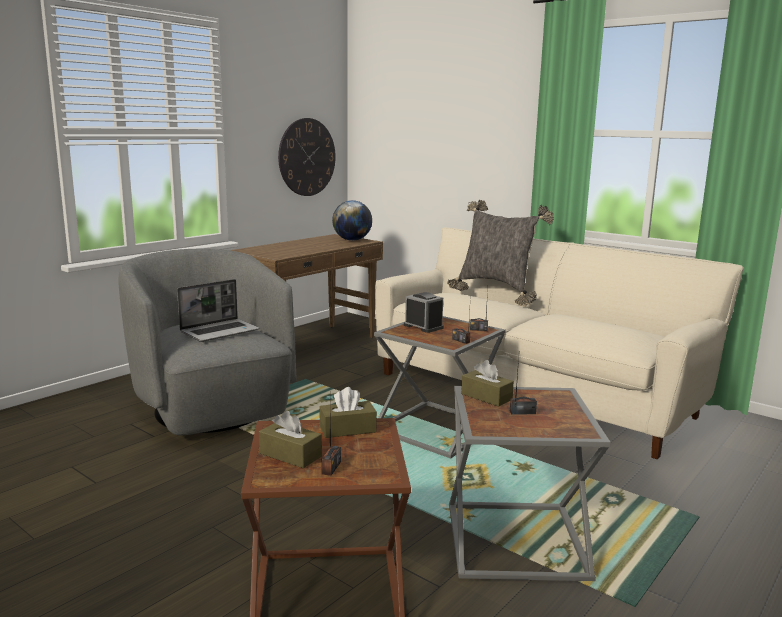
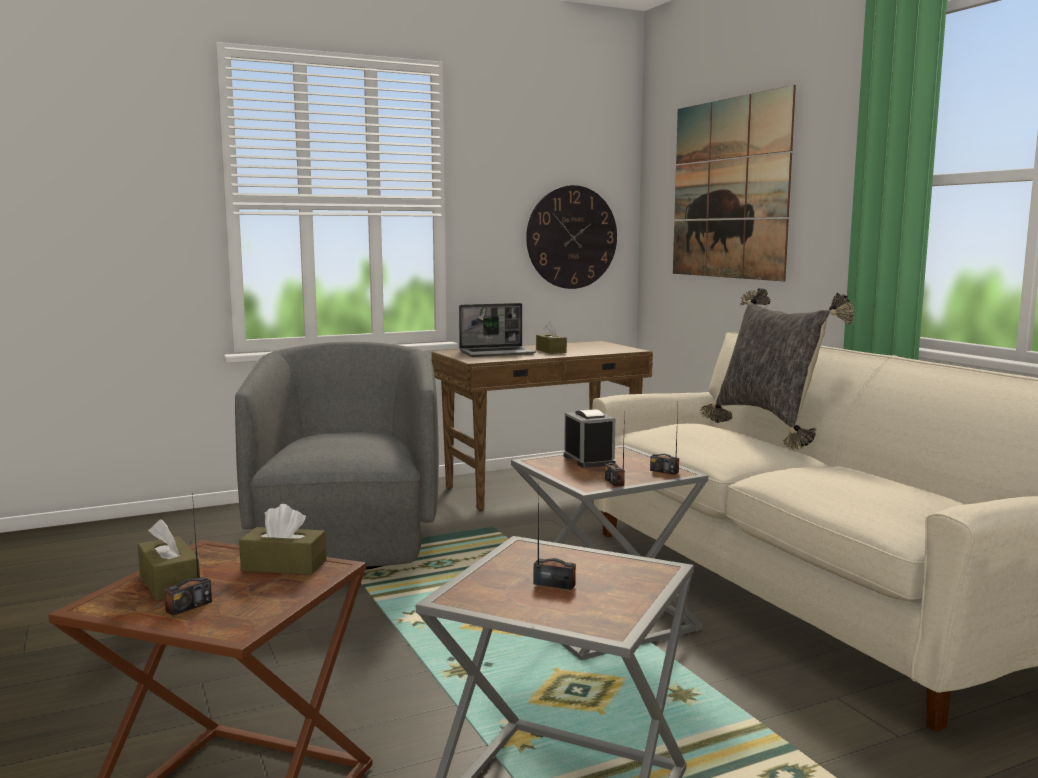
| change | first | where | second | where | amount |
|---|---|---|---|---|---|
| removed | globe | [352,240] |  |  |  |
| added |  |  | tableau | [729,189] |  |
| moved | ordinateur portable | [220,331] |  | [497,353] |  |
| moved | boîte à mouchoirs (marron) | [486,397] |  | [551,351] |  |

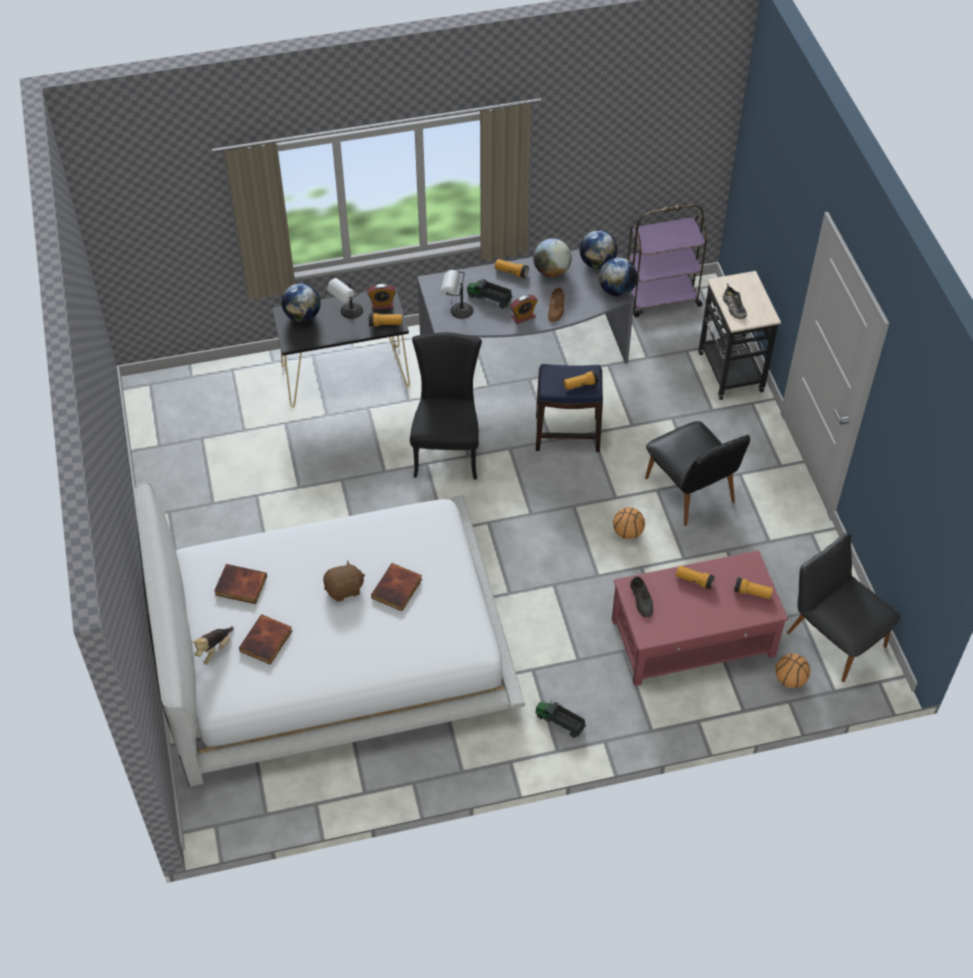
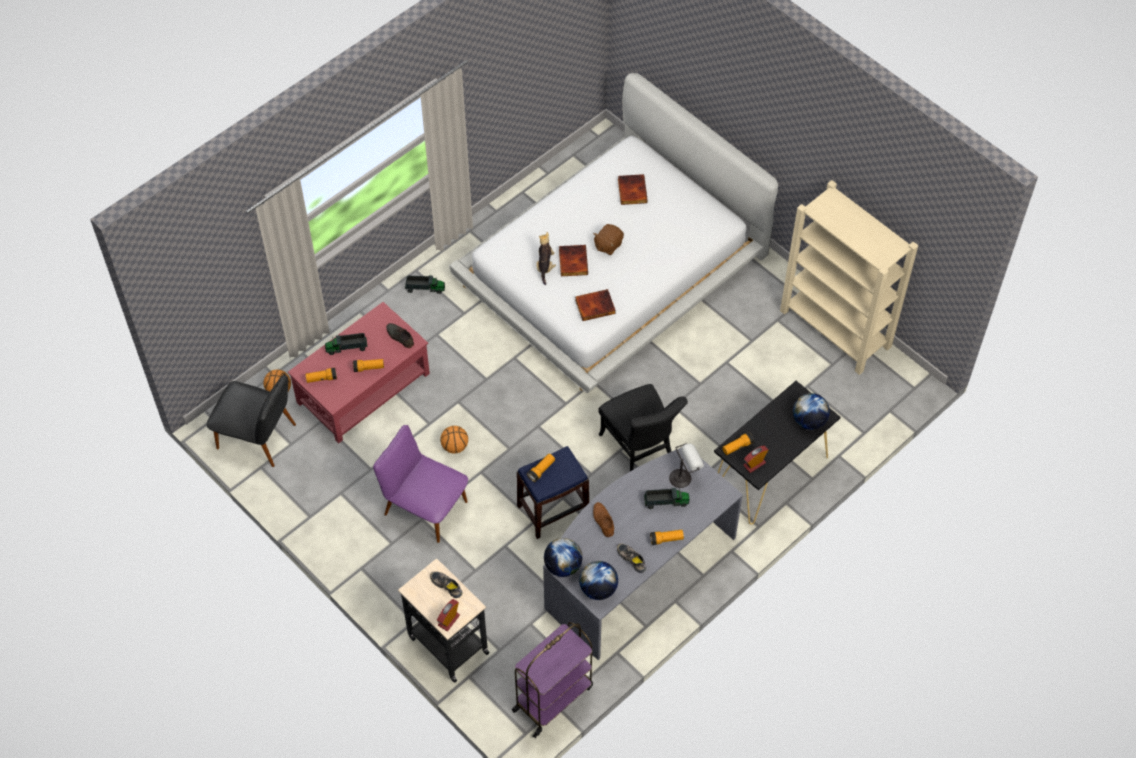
| change | first | where | second | where | amount |
|---|---|---|---|---|---|
| removed | lampe de table | [348,313] |  |  |  |
| added |  |  | camion jouet | [347,348] |  |
| added |  |  | bibliothèque (beige) | [835,328] |  |
| moved | peluche | [215,649] |  | [545,266] |  |
| moved | livre | [240,586] |  | [595,306] |  |
| moved | réveil | [523,317] |  | [449,620] |  |
| replaced | globe | [551,271] | chaussure | [632,558] |  |
| recoloured | chaise (noir) | [689,490] | chaise (violet) | [425,508] |  |

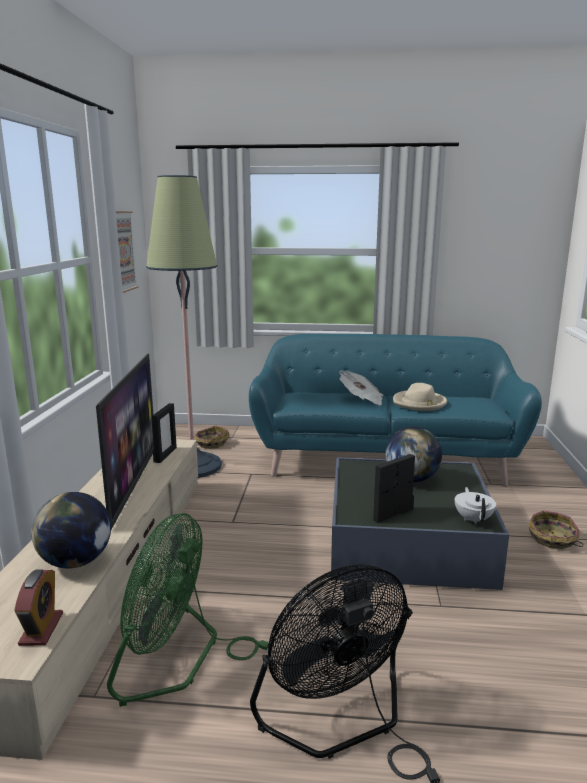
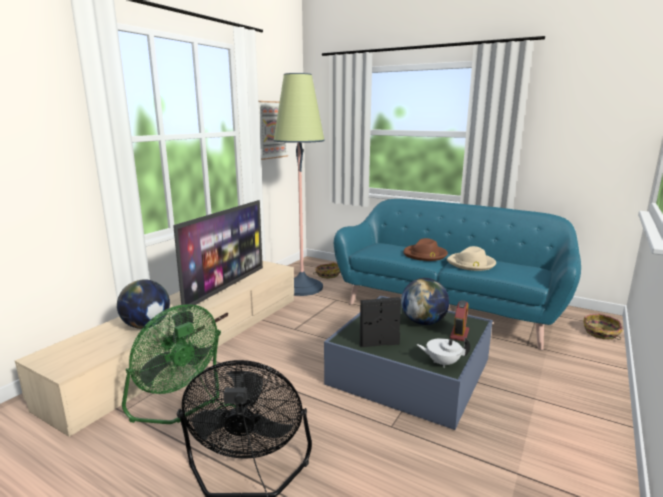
| change | first | where | second | where | amount |
|---|---|---|---|---|---|
| removed | cadre photo | [165,455] |  |  |  |
| moved | réveil | [41,629] |  | [459,334] |  |
| moved | panier | [552,539] |  | [601,333] |  |
| replaced | journal | [361,400] | chapeau (marron) | [425,255] |  |
| turned | théière (blanc) | [473,519] |  | [442,363] | 105 degrees counterclockwise |

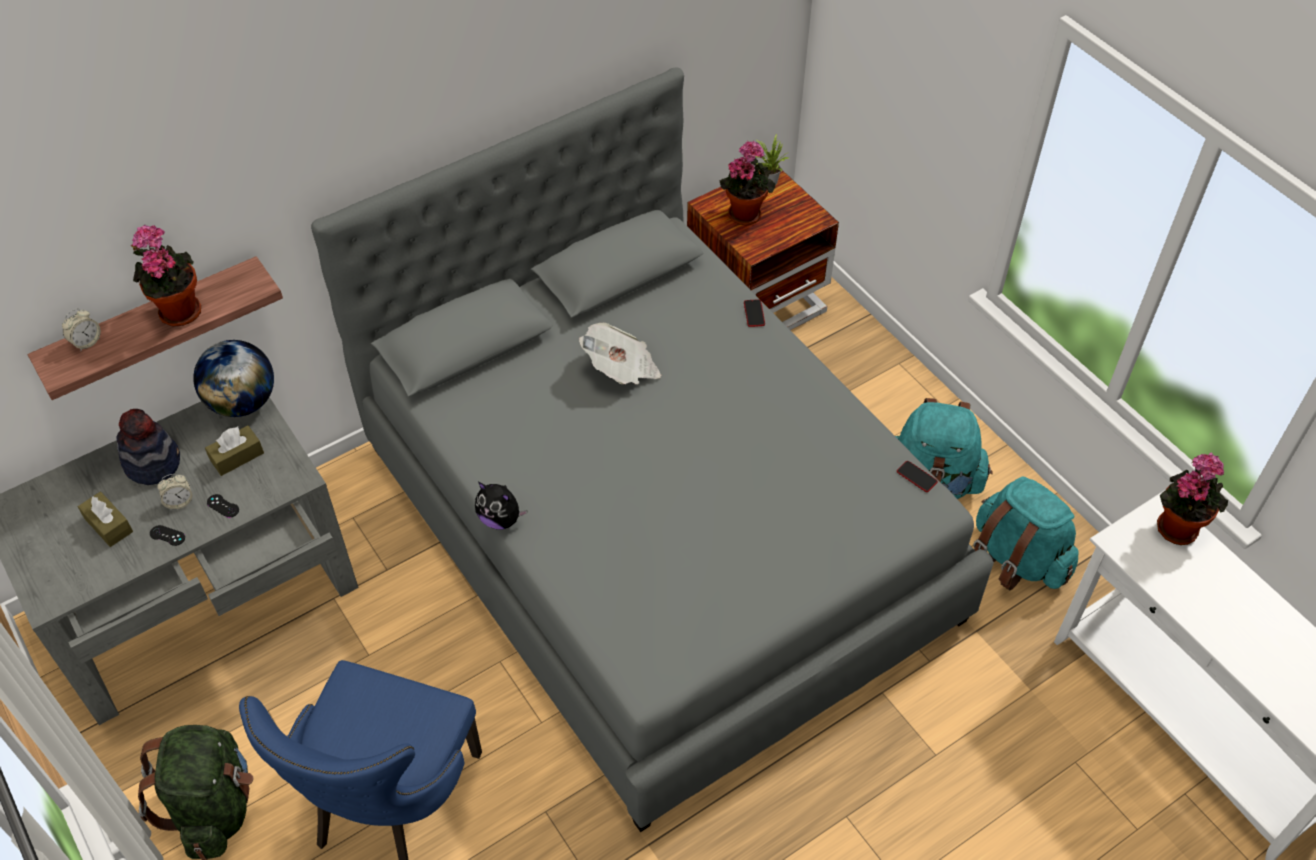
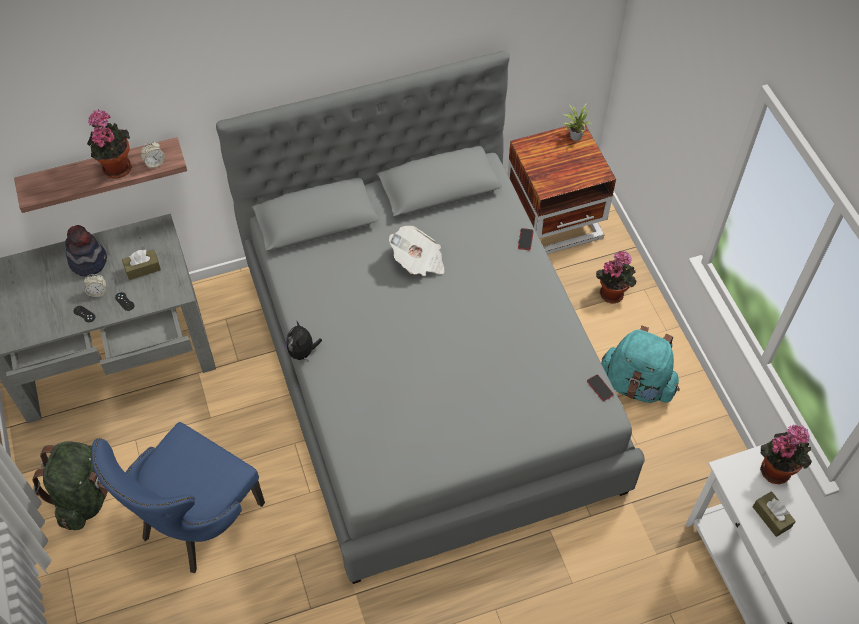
| change | first | where | second | where | amount |
|---|---|---|---|---|---|
| removed | globe | [243,402] |  |  |  |
| removed | sac à dos (turquoise) | [1016,558] |  |  |  |
| moved | réveil | [86,342] |  | [154,163] |  |
| moved | boîte à mouchoirs (marron) | [108,525] |  | [771,517] |  |
| moved | plante en pot | [745,212] |  | [612,292] |  |
| turned | peluche | [500,519] |  | [303,352] | 45 degrees clockwise |

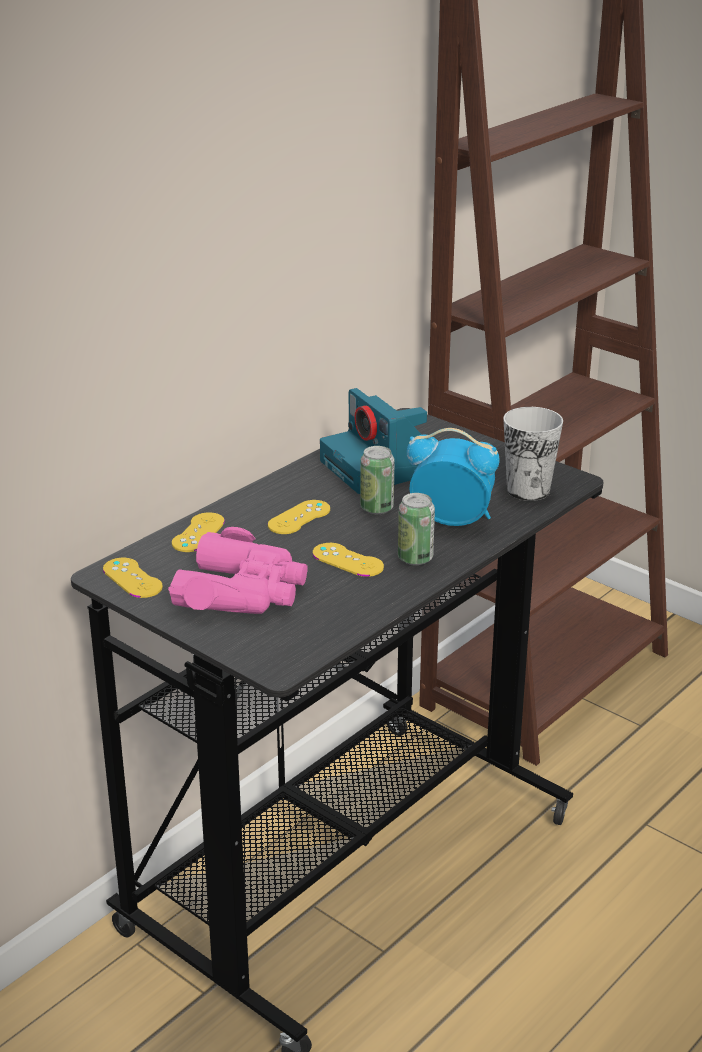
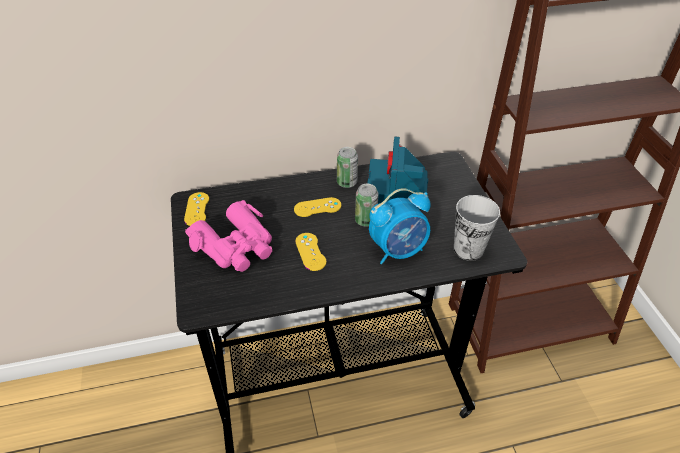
| change | first | where | second | where | amount |
|---|---|---|---|---|---|
| removed | manette (jaune) | [198,533] |  |  |  |
| moved | boîte métallique | [415,558] |  | [346,182] |  |
| turned | réveil | [451,520] |  | [398,250] | 105 degrees clockwise |

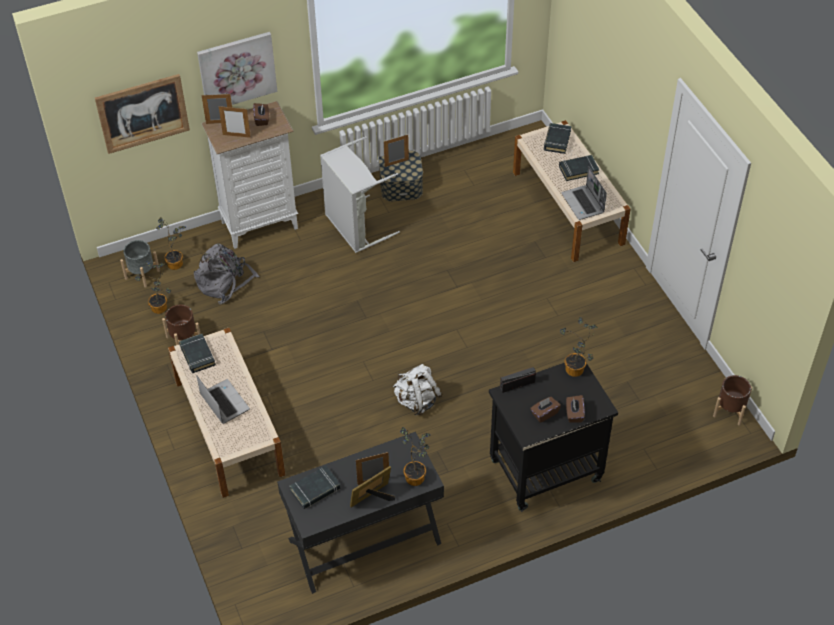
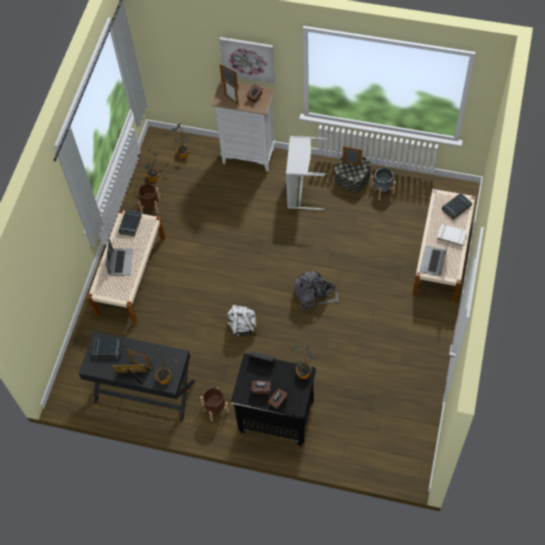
| change | first | where | second | where | amount |
|---|---|---|---|---|---|
| removed | tableau | [142,113] |  |  |  |
| moved | cache-pot (gris) | [142,274] |  | [382,190] |  |
| moved | sac à dos (gris) | [225,282] |  | [314,293] |  |
| moved | cache-pot (marron) | [730,410] |  | [215,408] |  |
| recoloured | livre (noir) | [578,170] | livre (blanc) | [451,236] |  |

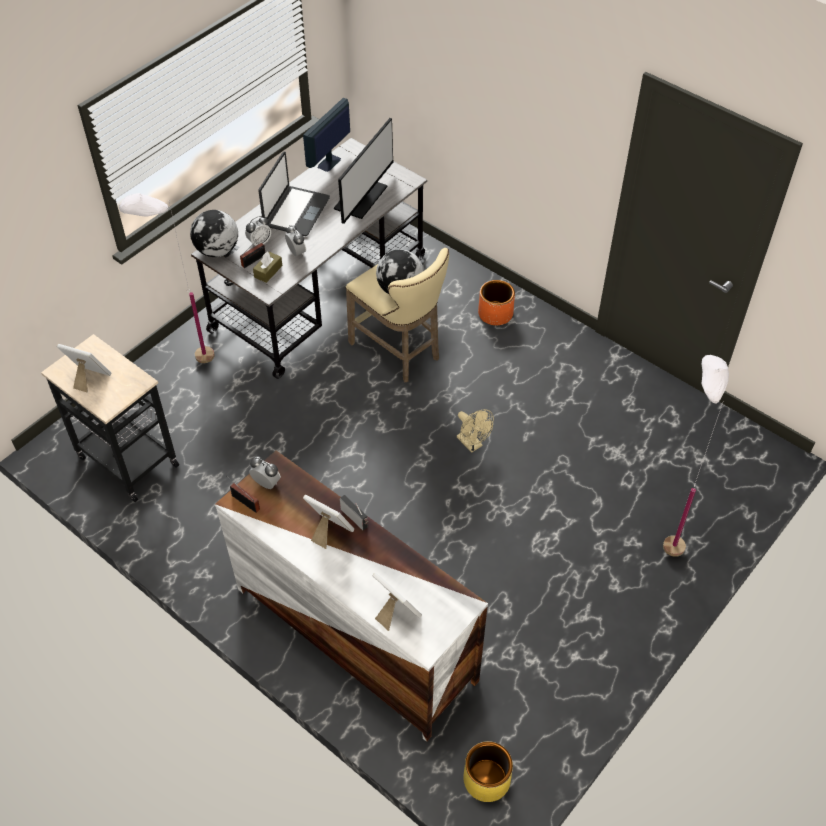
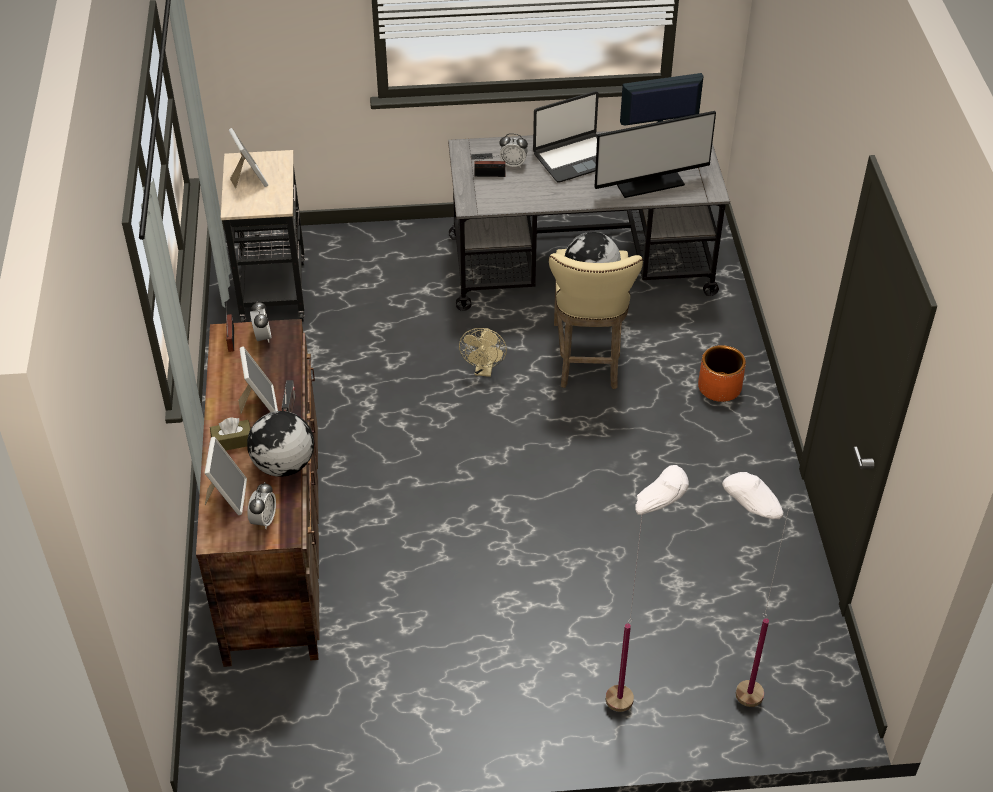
| change | first | where | second | where | amount |
|---|---|---|---|---|---|
| removed | cache-pot (jaune) | [487,780] |  |  |  |
| moved | lampadaire (blanc) | [189,363] |  | [726,689] |  |
| moved | globe | [217,251] |  | [283,465] |  |
| moved | boîte à mouchoirs (marron) | [268,271] |  | [232,441] |  |
| moved | réveil | [296,252] |  | [264,520] |  |
| moved | ventilateur (beige) | [472,444] |  | [484,370] |  |
| recoloured | meuble de rangement (blanc) | [355,631] | meuble de rangement (marron) | [275,543] |  |

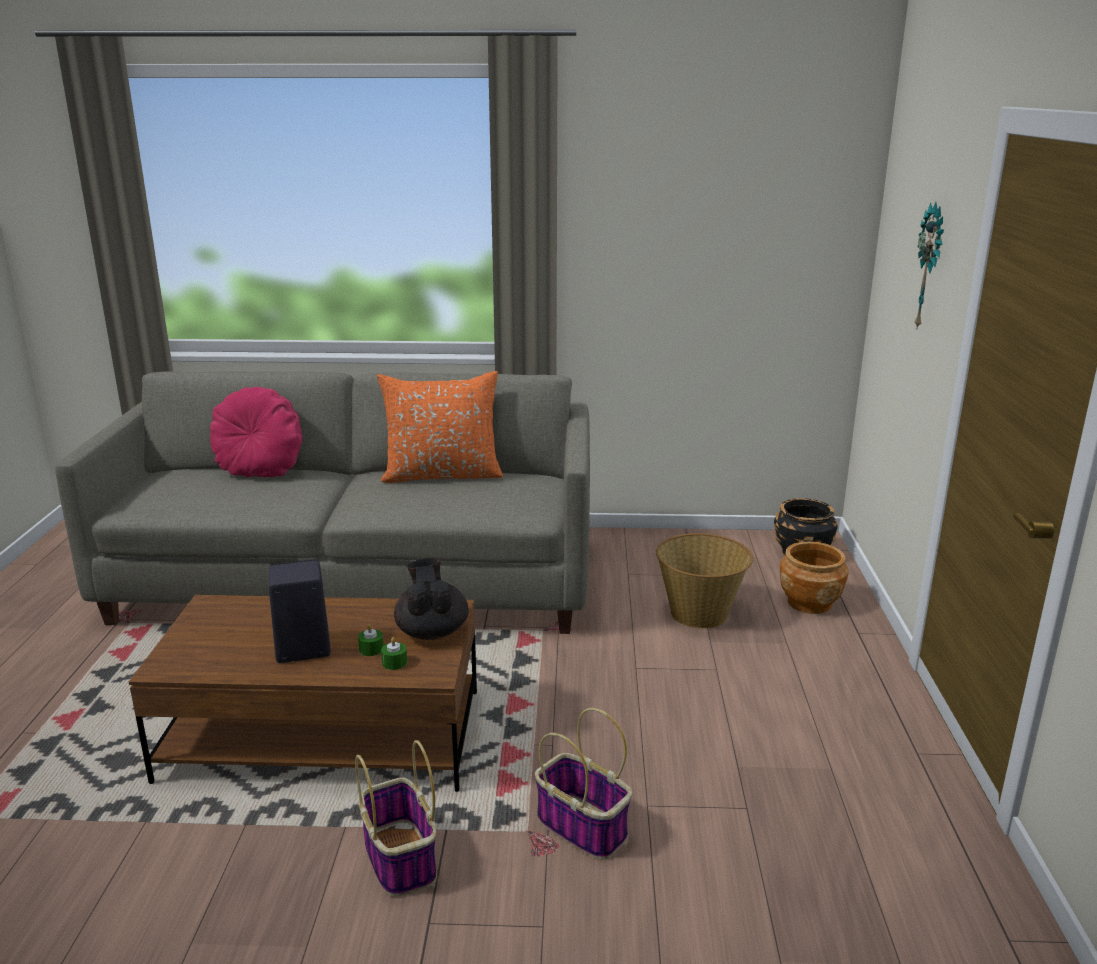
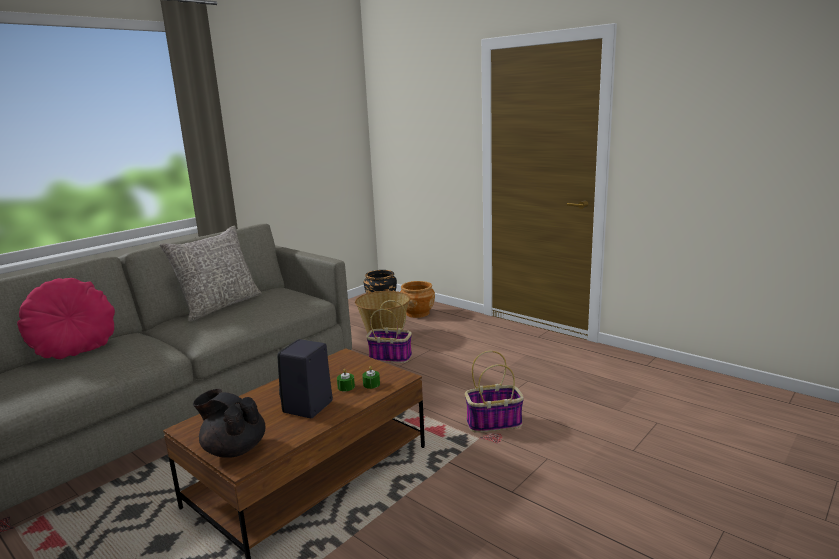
| change | first | where | second | where | amount |
|---|---|---|---|---|---|
| removed | horloge murale | [931,267] |  |  |  |
| moved | panier | [399,858] |  | [389,357] |  |
| moved | théière (noir) | [432,631] |  | [234,449] |  |
| recoloured | coussin (orange) | [442,475] | coussin (gris) | [219,306] |  |

